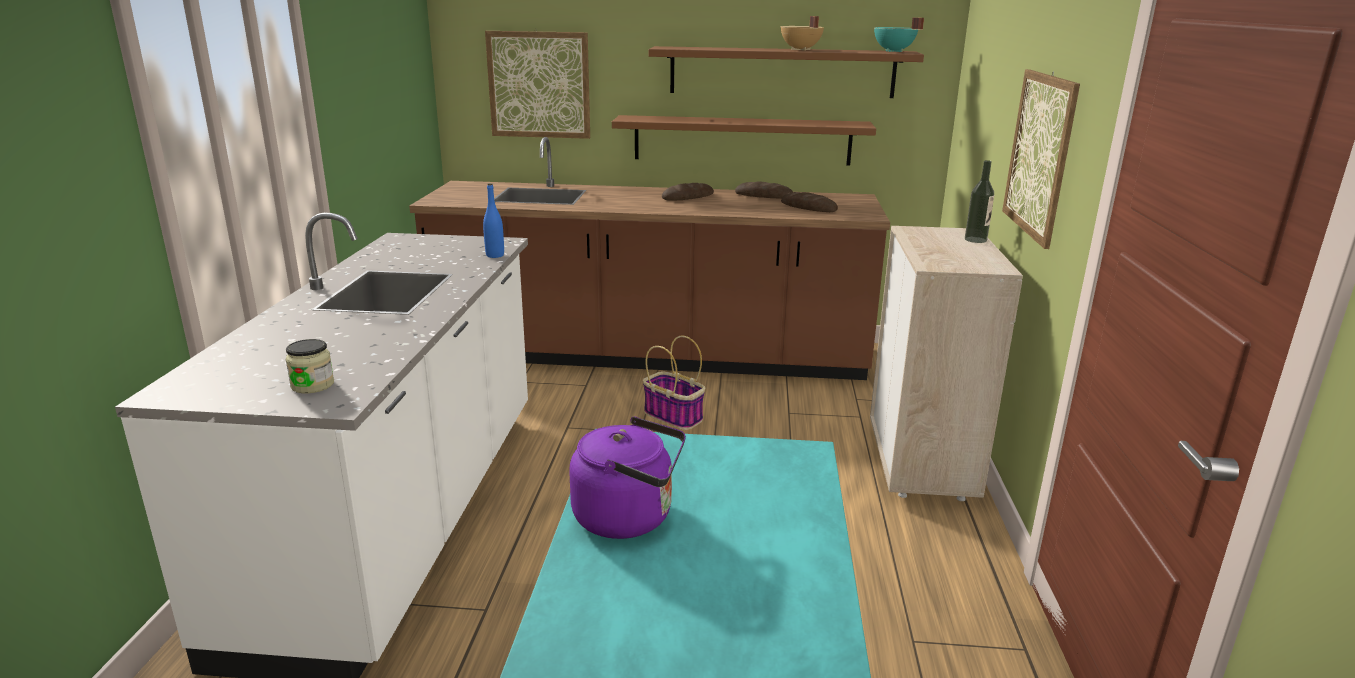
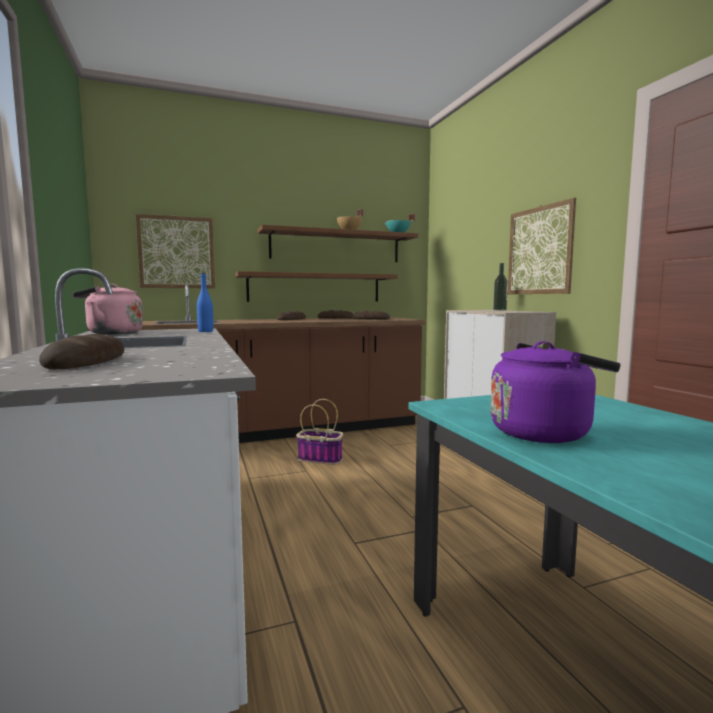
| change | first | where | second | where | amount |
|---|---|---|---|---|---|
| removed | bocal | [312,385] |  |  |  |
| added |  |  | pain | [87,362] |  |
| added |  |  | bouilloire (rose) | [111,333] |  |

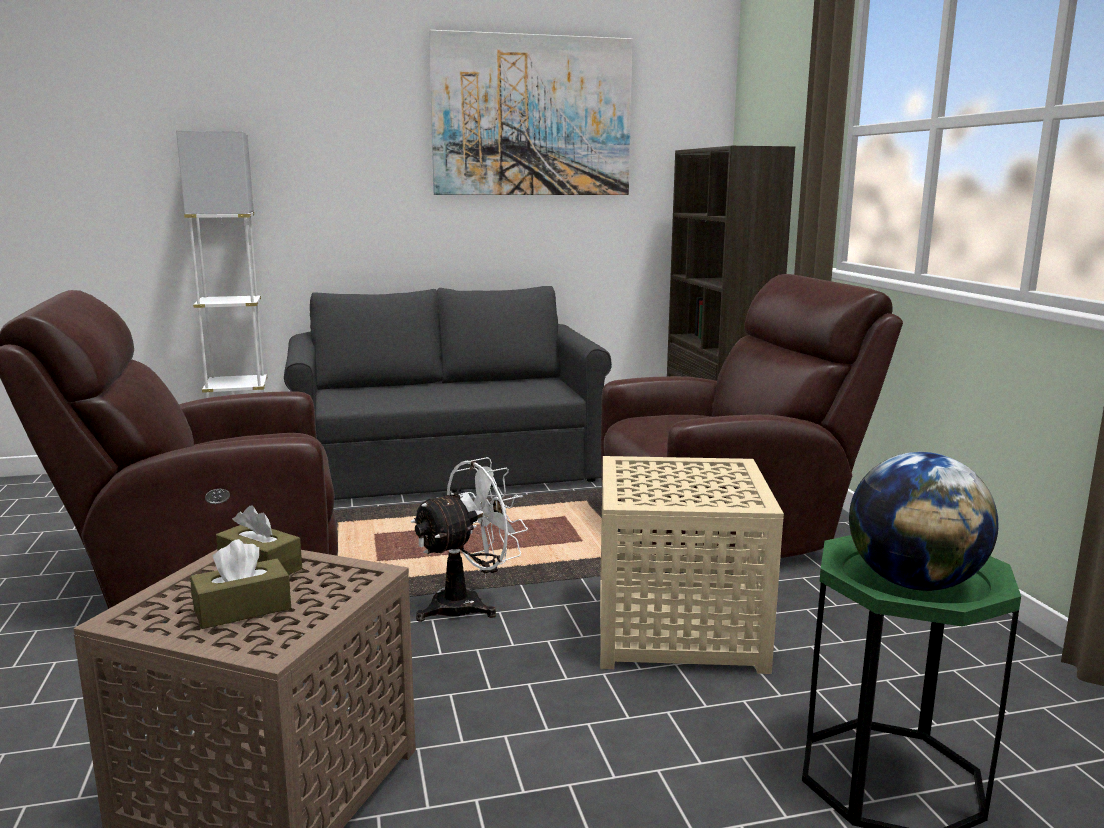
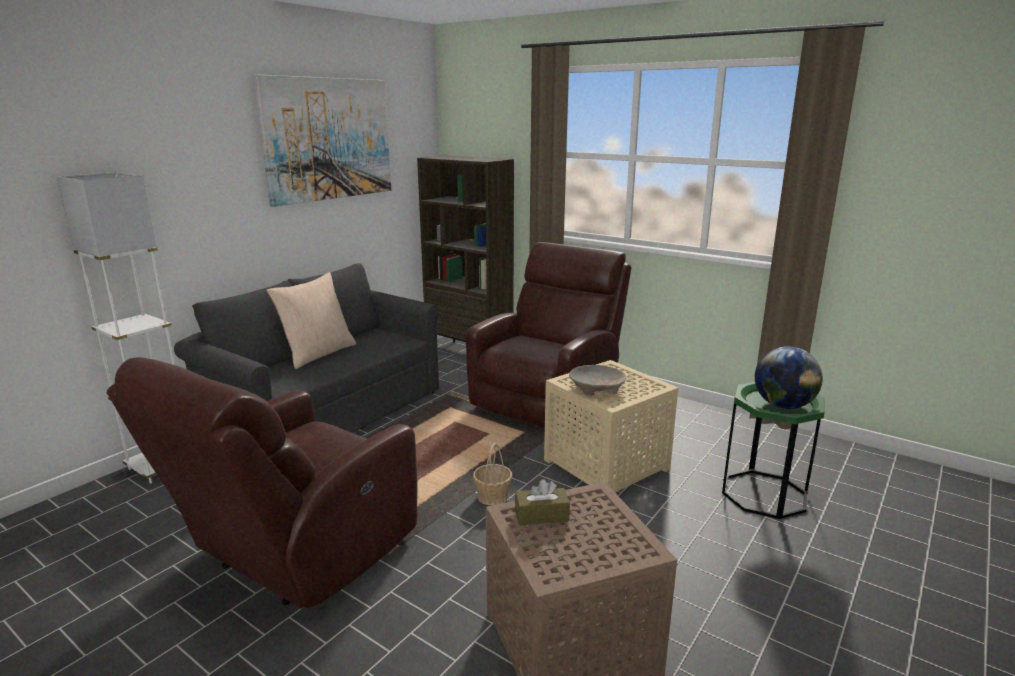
| change | first | where | second | where | amount |
|---|---|---|---|---|---|
| removed | boîte à mouchoirs (marron) | [242,609] |  |  |  |
| added |  |  | coussin (beige) | [317,354] |  |
| added |  |  | bol (beige) | [596,388] |  |
| replaced | ventilateur (blanc) | [468,604] | panier | [492,496] |  |

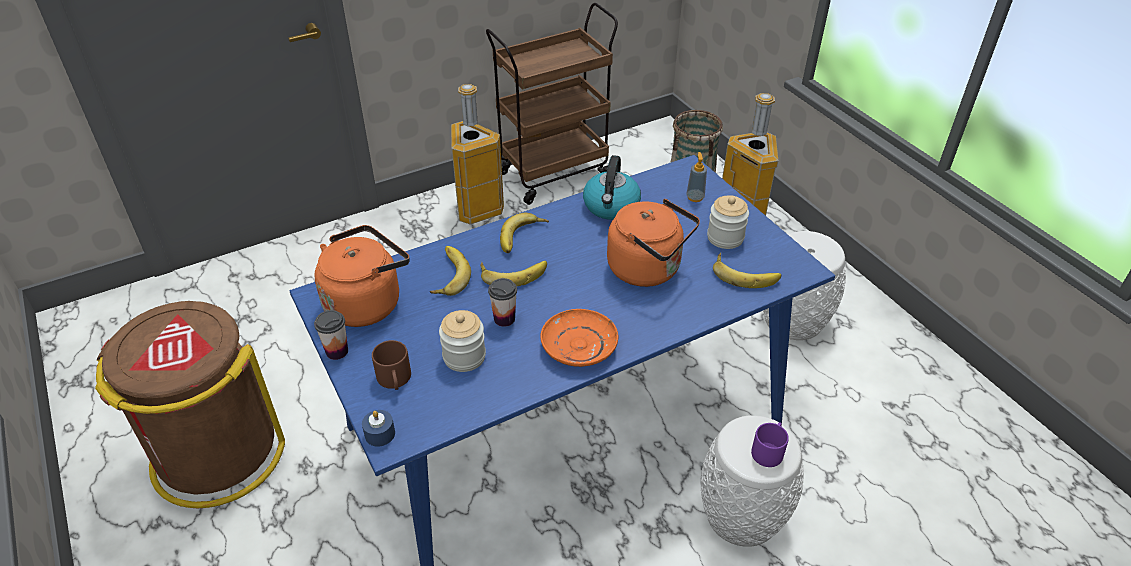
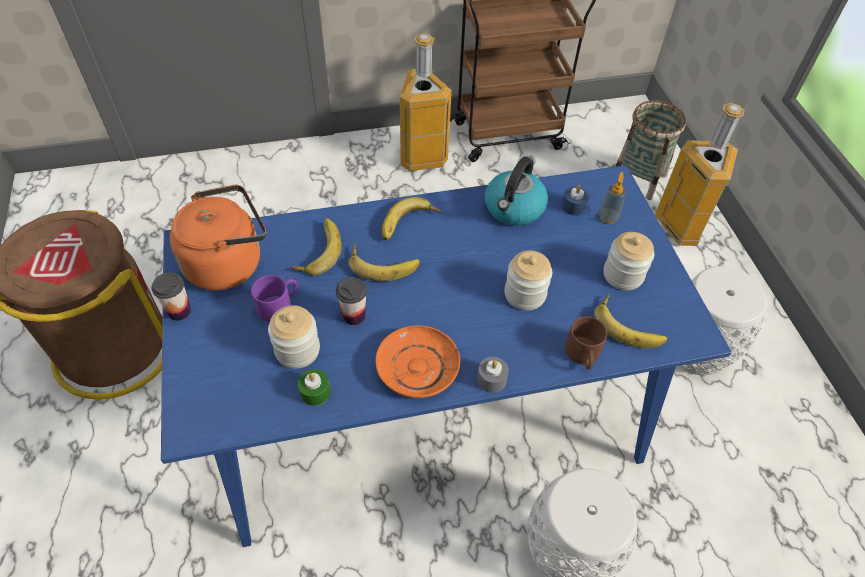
| change | first | where | second | where | amount |
|---|---|---|---|---|---|
| added |  |  | bougie (vert) | [315,392] |  |
| added |  |  | bougie (gris) | [491,379] |  |
| moved | bougie (bleu) | [380,434] |  | [573,206] |  |
| moved | mug (marron) | [395,380] |  | [584,355] |  |
| moved | mug (violet) | [768,449] |  | [279,304] |  |
| replaced | bouilloire (orange) | [648,269] | bocal | [525,294] |  |

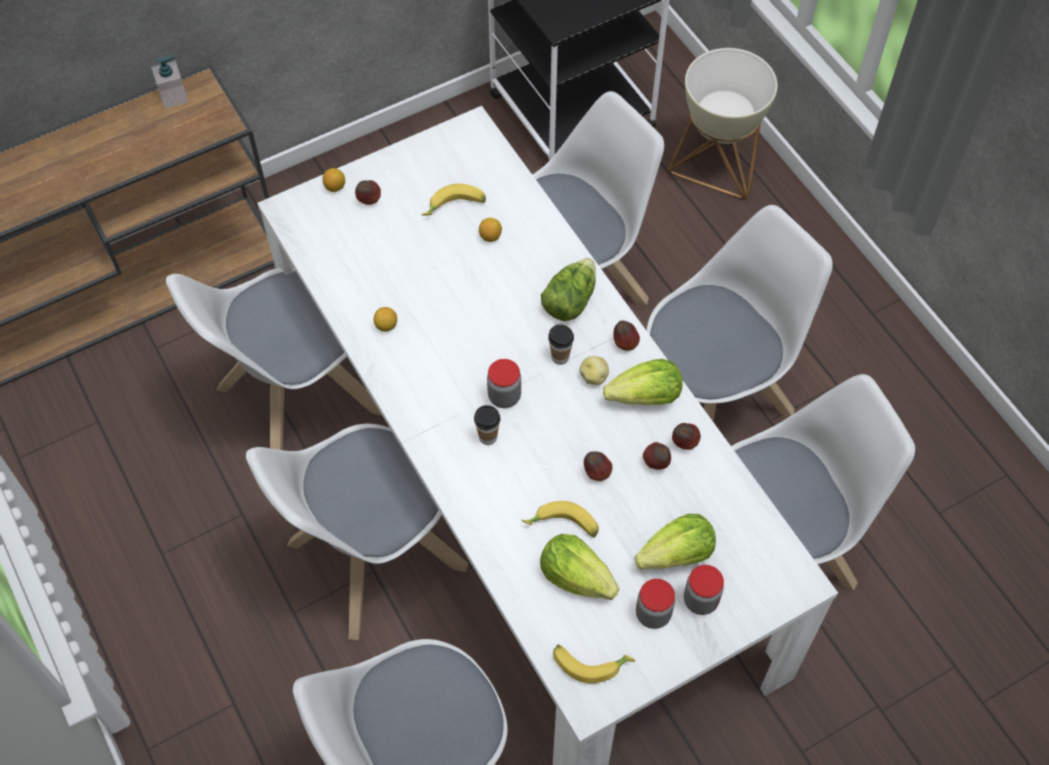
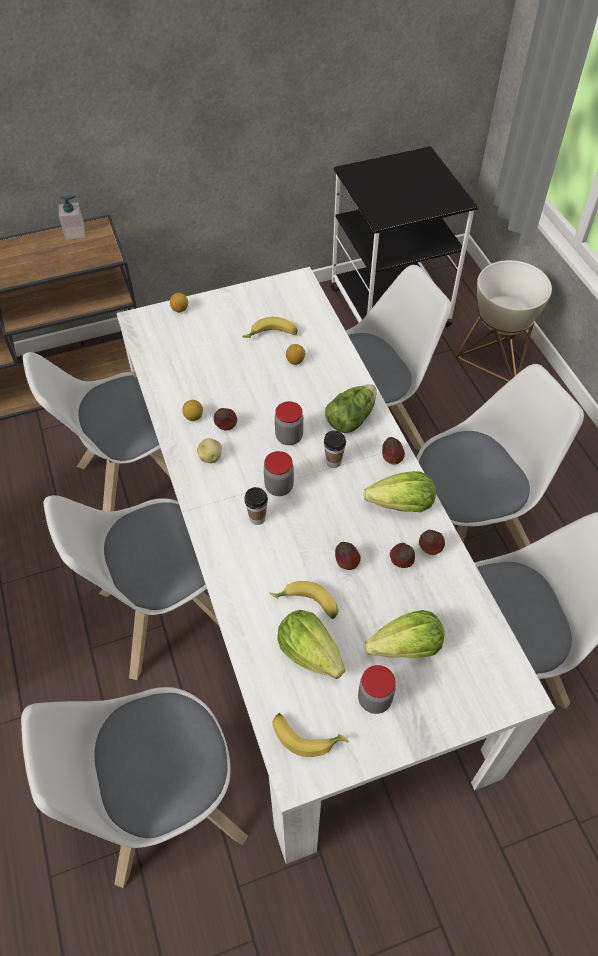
| change | first | where | second | where | amount |
|---|---|---|---|---|---|
| moved | pomme | [369,201] |  | [226,427] |  |
| moved | pomme de terre | [594,376] |  | [210,457] |  |
| moved | bocal | [700,600] |  | [289,437] |  |

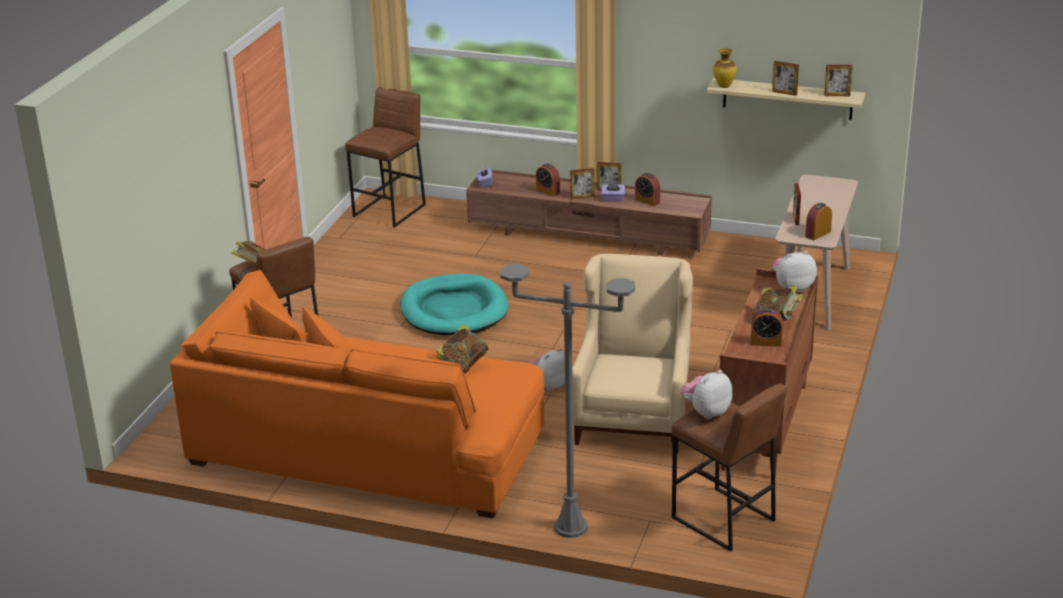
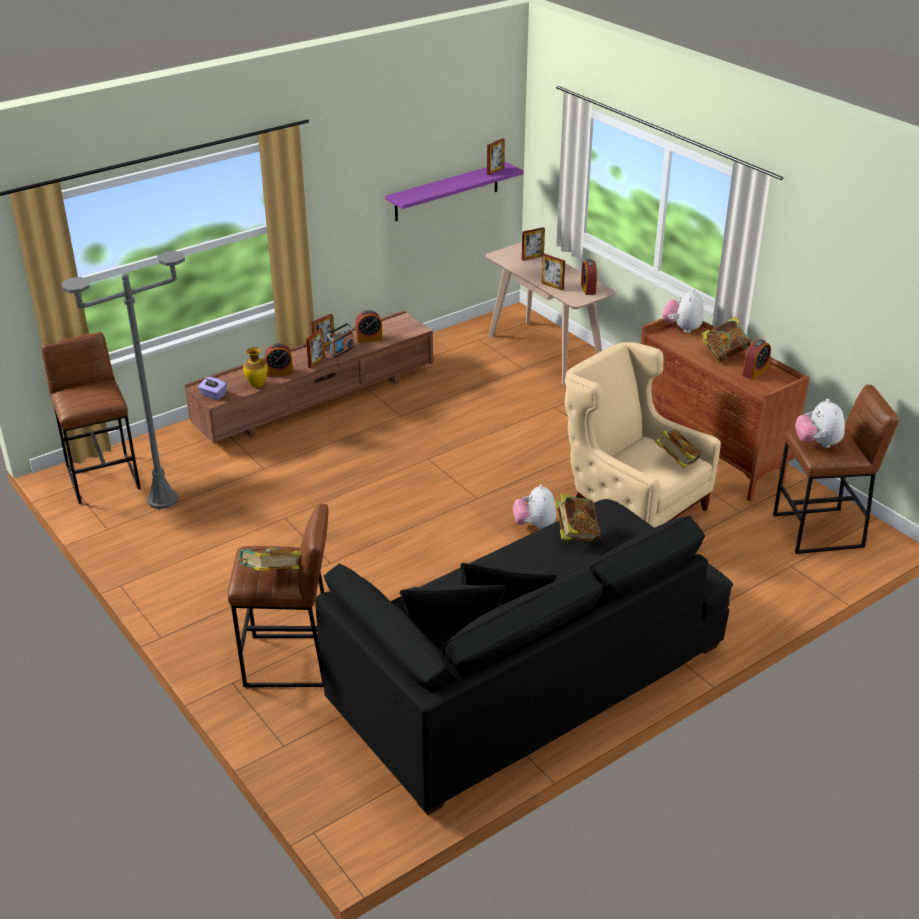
| change | first | where | second | where | amount |
|---|---|---|---|---|---|
| removed | panier pour chien (turquoise) | [454,310] |  |  |  |
| added |  |  | livre | [676,462] |  |
| moved | lampadaire (gris) | [571,527] |  | [163,499] |  |
| moved | vase | [724,86] |  | [257,385] |  |
| moved | cadre photo | [784,93] |  | [532,257] |  |
| replaced | boîte à mouchoirs (violet) | [613,199] | radio | [342,351] |  |
| recoloured | canapé (orange) | [369,449] | canapé (noir) | [529,674] |  |
| recoloured | étagère (beige) | [787,99] | étagère (violet) | [447,192] |  |

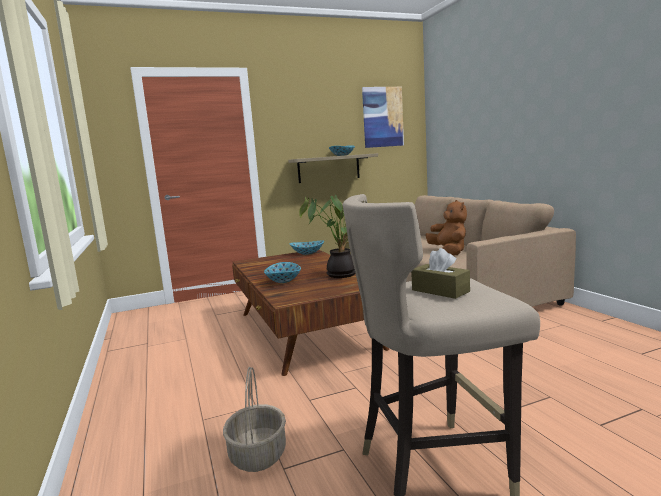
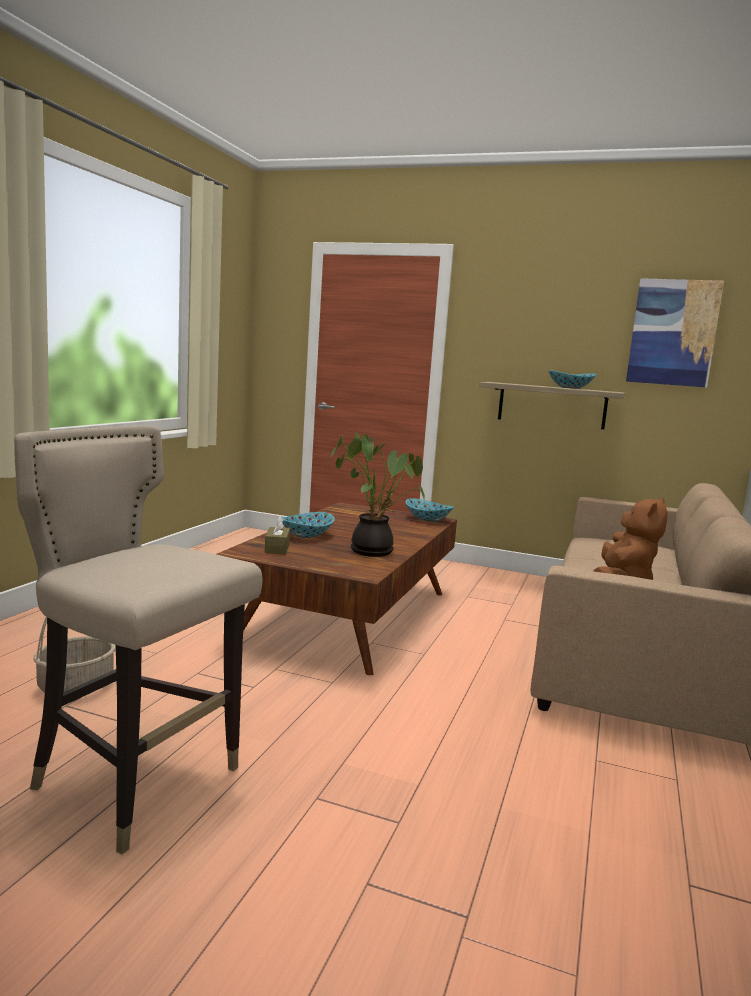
| change | first | where | second | where | amount |
|---|---|---|---|---|---|
| moved | boîte à mouchoirs (marron) | [440,291] |  | [277,548] |  |

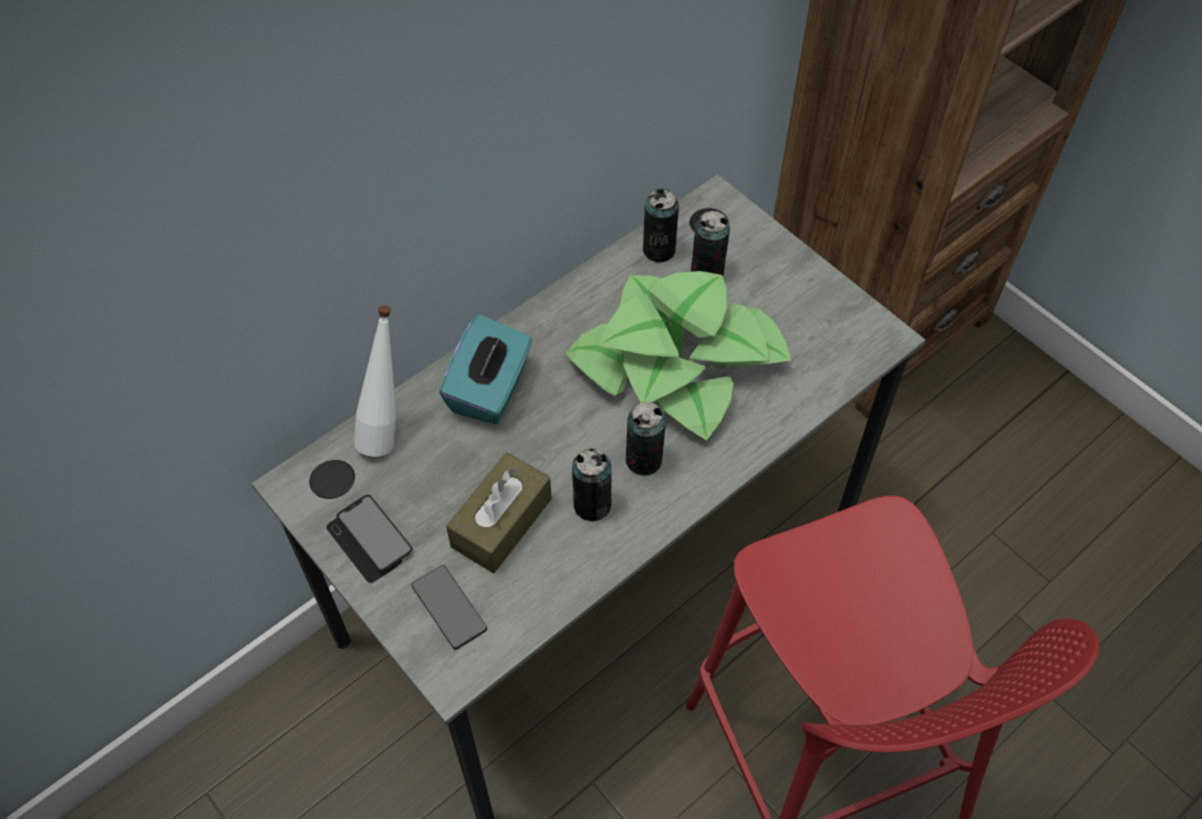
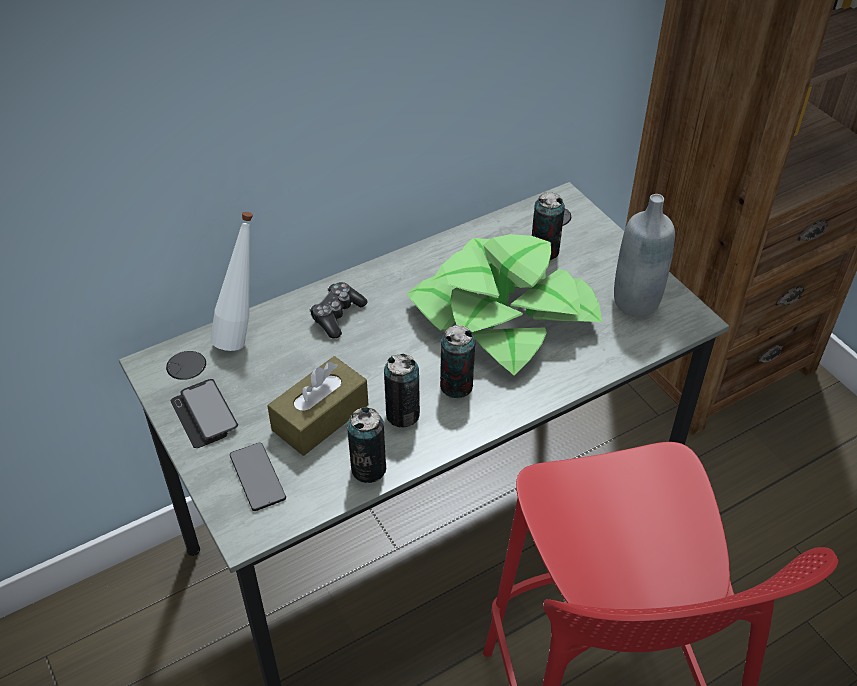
| change | first | where | second | where | amount |
|---|---|---|---|---|---|
| added |  |  | bouteille (gris) | [636,302] |  |
| moved | boîte métallique | [659,250] |  | [368,469] |  |
| replaced | boîte à mouchoirs (turquoise) | [490,389] | manette | [337,315] |  |

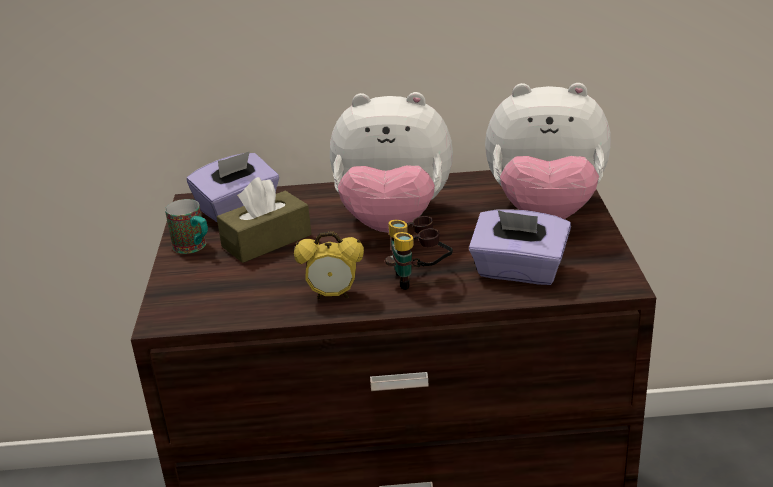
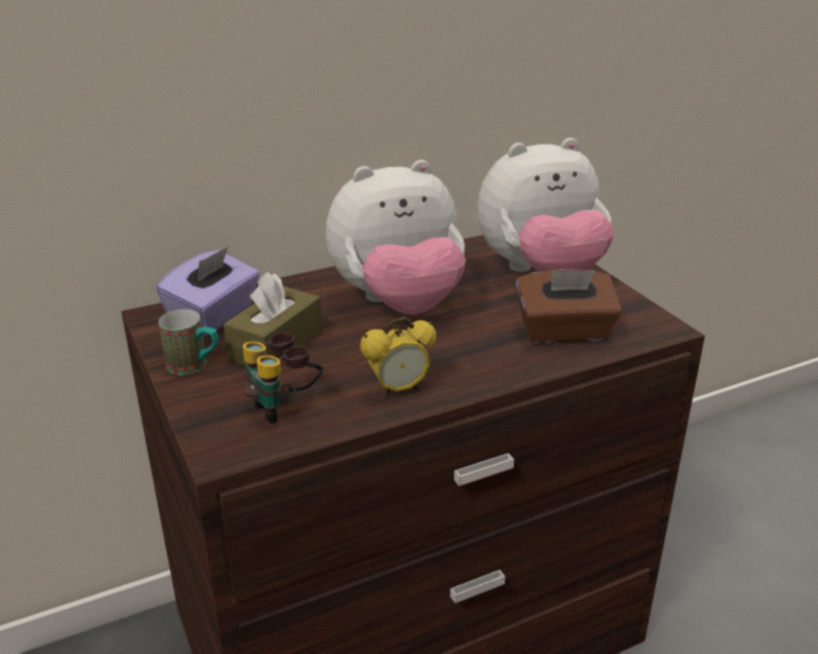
| change | first | where | second | where | amount |
|---|---|---|---|---|---|
| moved | jumelles | [419,279] |  | [284,407] |  |
| recoloured | boîte à mouchoirs (violet) | [519,271] | boîte à mouchoirs (marron) | [564,332] |  |

